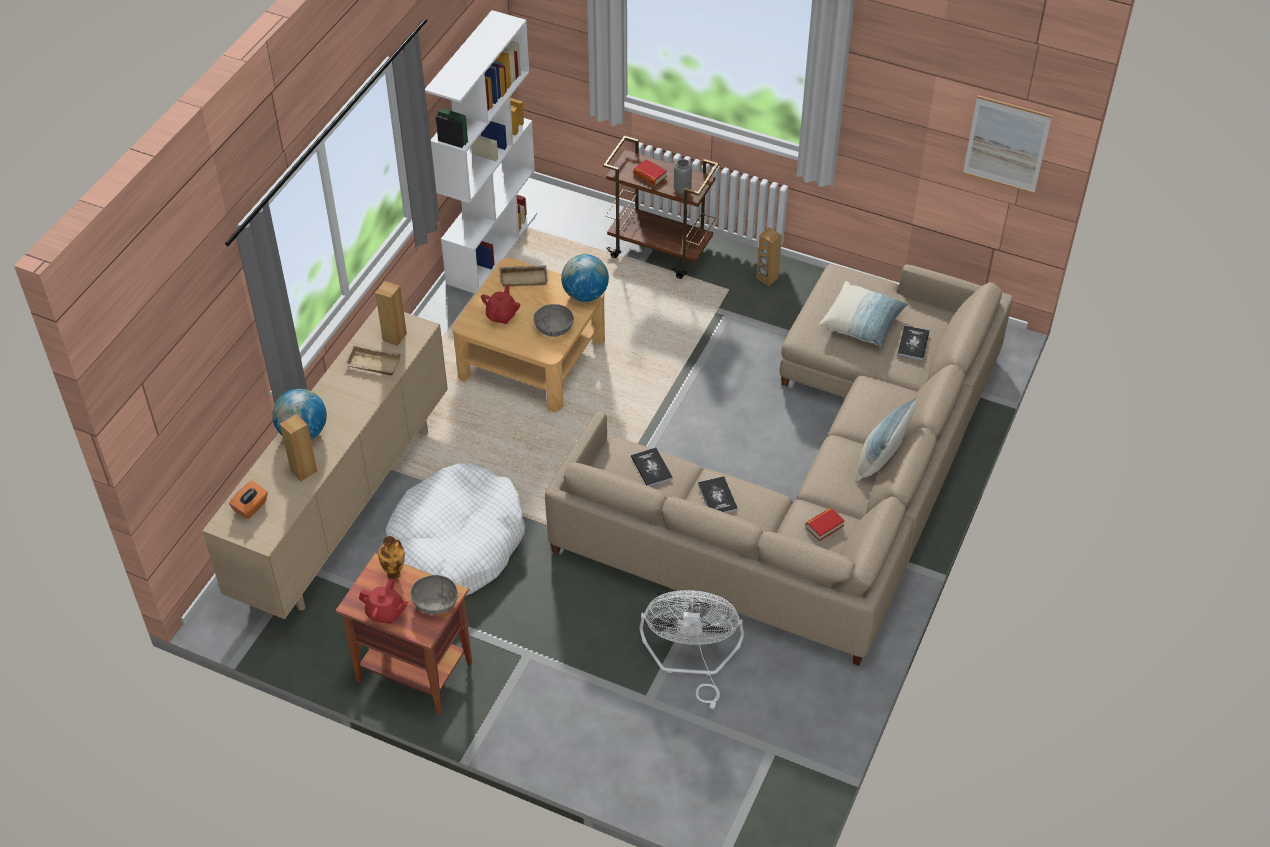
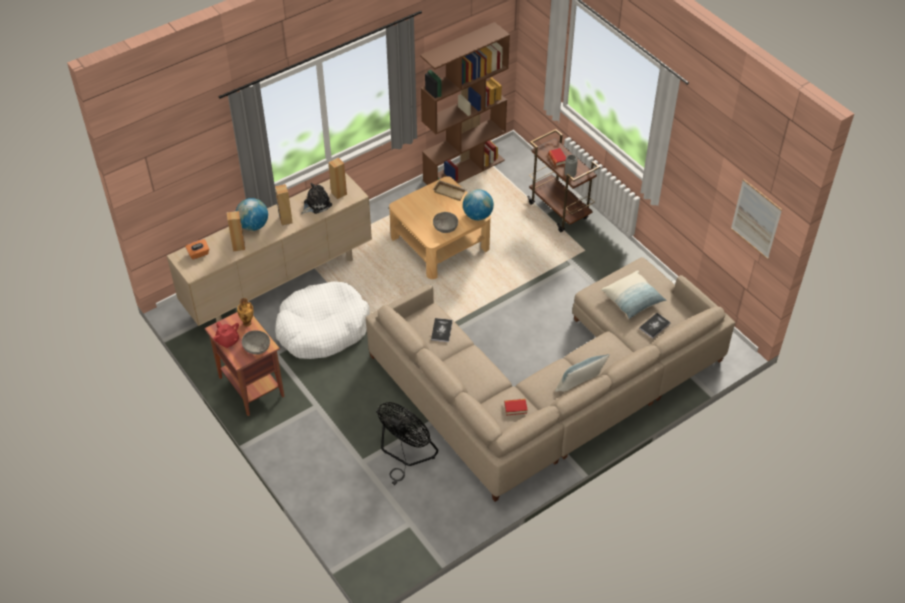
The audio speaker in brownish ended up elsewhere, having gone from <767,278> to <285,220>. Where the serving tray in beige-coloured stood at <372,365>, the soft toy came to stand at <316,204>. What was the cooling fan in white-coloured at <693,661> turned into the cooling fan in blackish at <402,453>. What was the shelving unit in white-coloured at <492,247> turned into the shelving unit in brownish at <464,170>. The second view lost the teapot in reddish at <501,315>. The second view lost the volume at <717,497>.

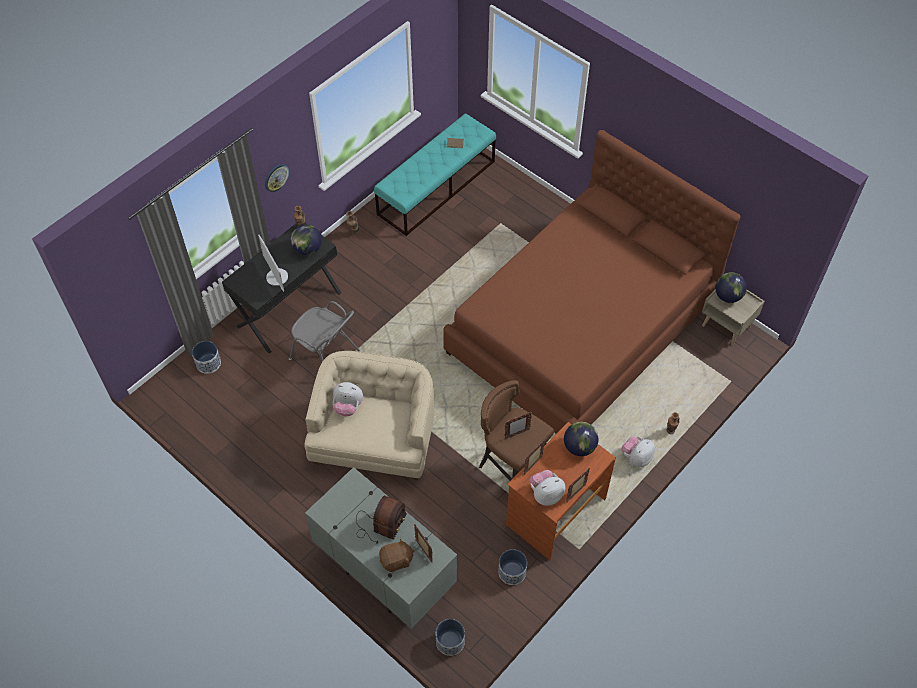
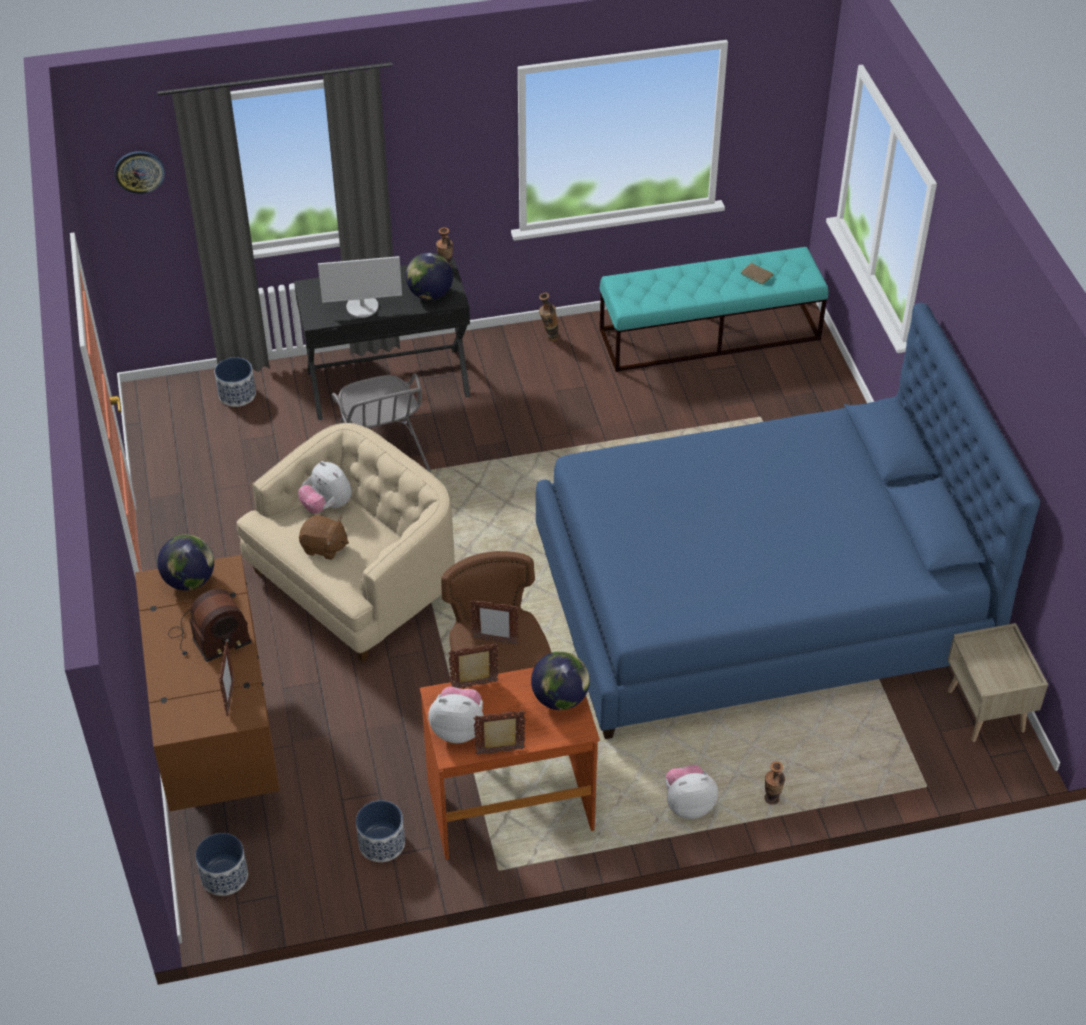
The clock on the wall ended up elsewhere, having gone from <276,177> to <139,171>. What was the chest of drawers in gray at <385,574> turned into the chest of drawers in brownish at <219,747>. The world globe ended up elsewhere, having gone from <728,296> to <190,580>. The soft toy in brownish ended up elsewhere, having gone from <396,560> to <324,547>. The computer screen at <276,277> ended up facing another way, 105 degrees counterclockwise from before. What was the sleeping bed in brownish at <581,327> turned into the sleeping bed in blue at <760,599>.

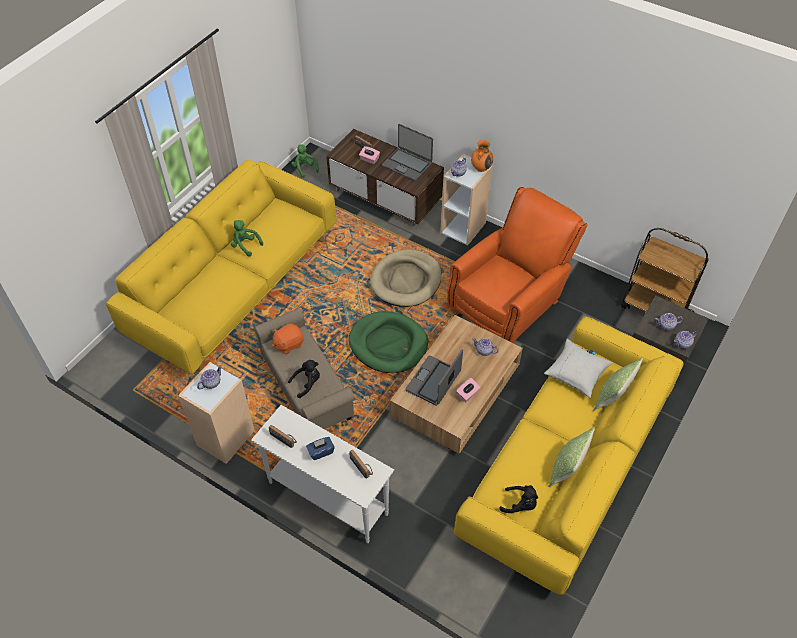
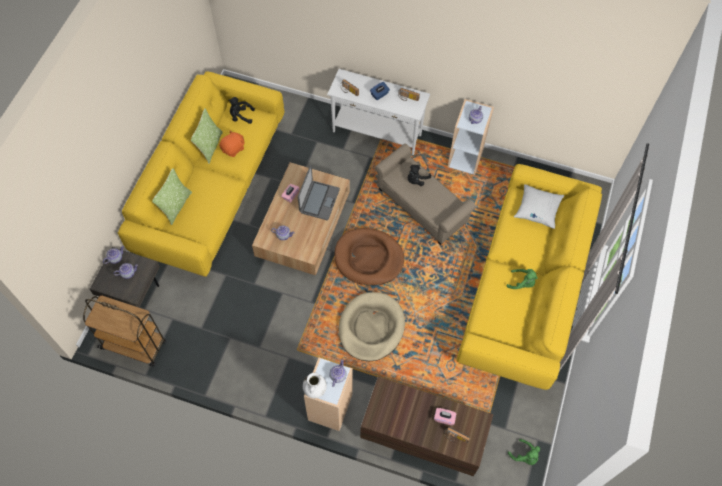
The soft toy in orange ended up elsewhere, having gone from <288,344> to <233,149>. What was the flower vase in orange at <481,167> turned into the flower vase in white-coloured at <315,390>. What was the pet bed in greenish at <388,344> turned into the pet bed in brownish at <369,258>. The cushion in gray ended up elsewhere, having gone from <576,373> to <537,210>. The second view lost the notebook computer at <407,164>. The second view lost the easy chair in orange at <509,301>.

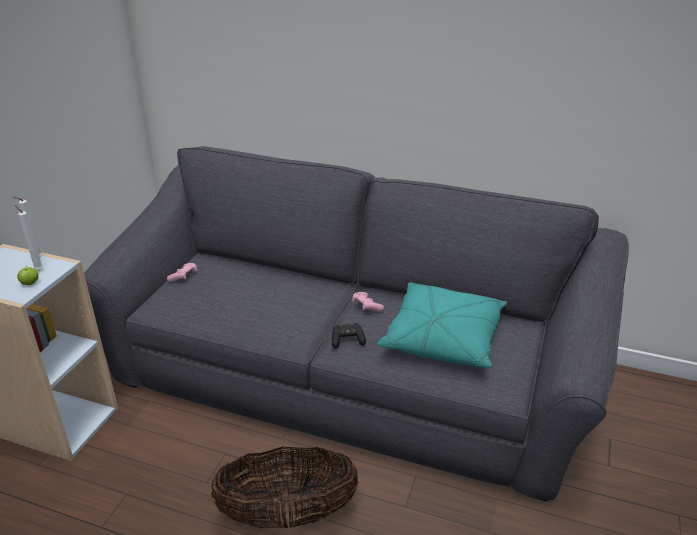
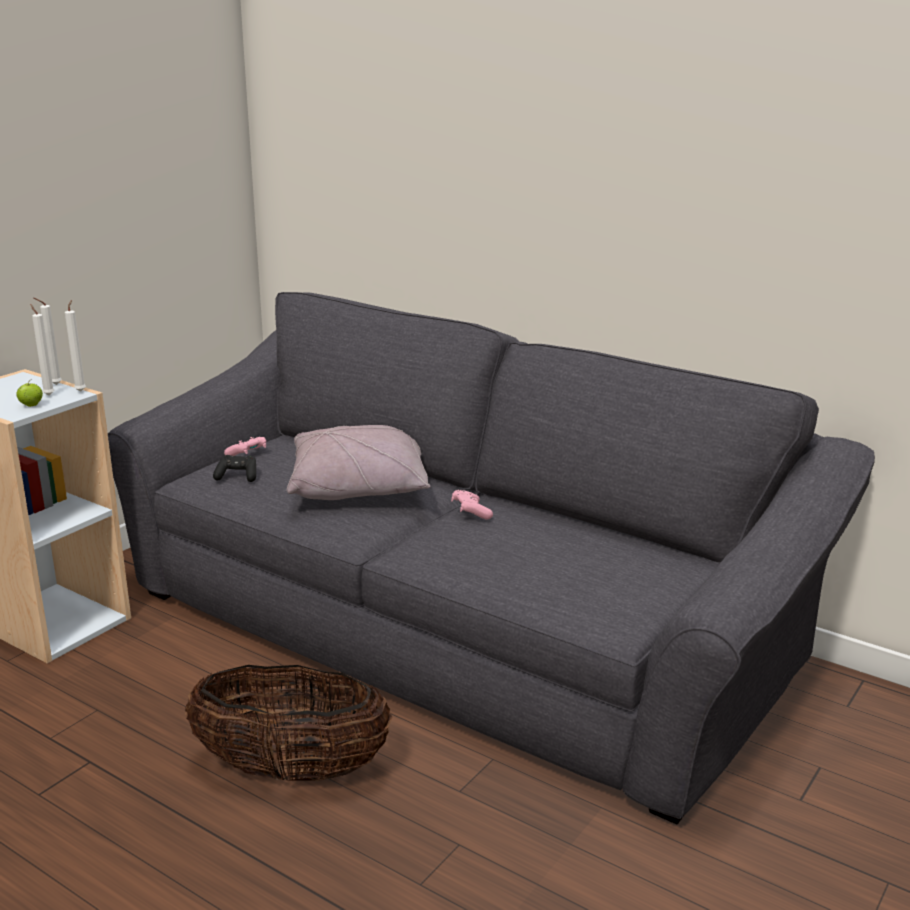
The second view gained the wax light in white-coloured at <81,391>. The joypad in blackish ended up elsewhere, having gone from <347,340> to <237,476>. The second view gained the cushion in purplish at <360,485>. The second view lost the cushion in turquoise at <443,338>.

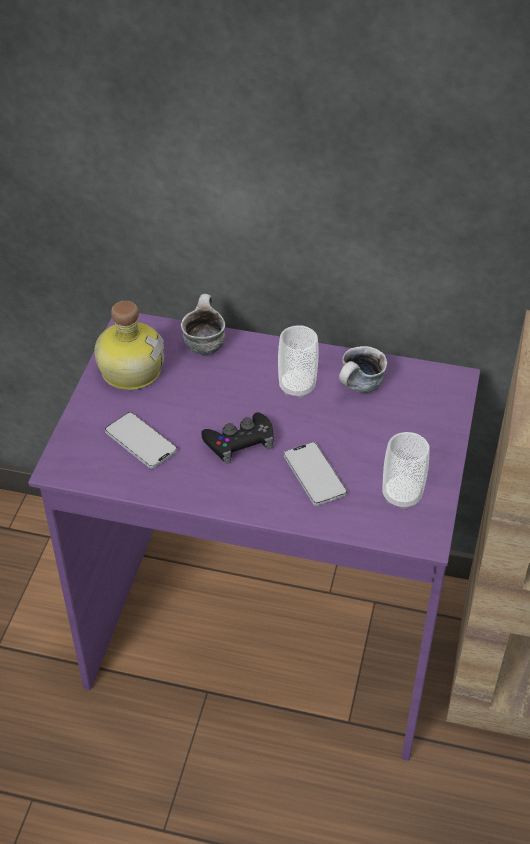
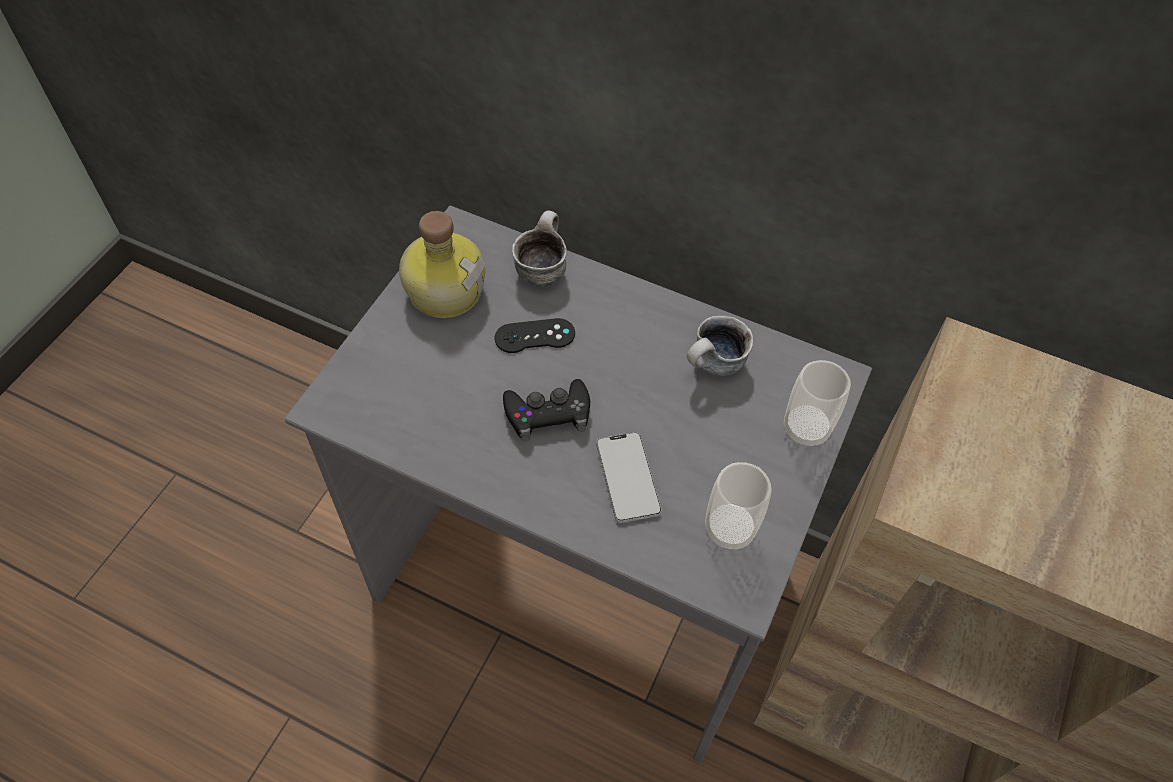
What was the desk unit in purplish at <265,638> turned into the desk unit in gray at <578,582>. The second view gained the joypad in blackish at <535,336>. The cup ended up elsewhere, having gone from <297,386> to <806,429>. The second view lost the phone at <140,441>.

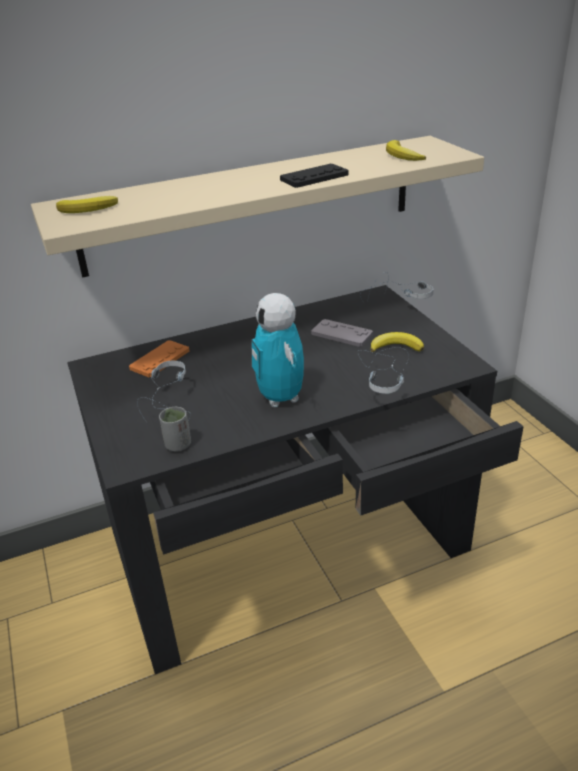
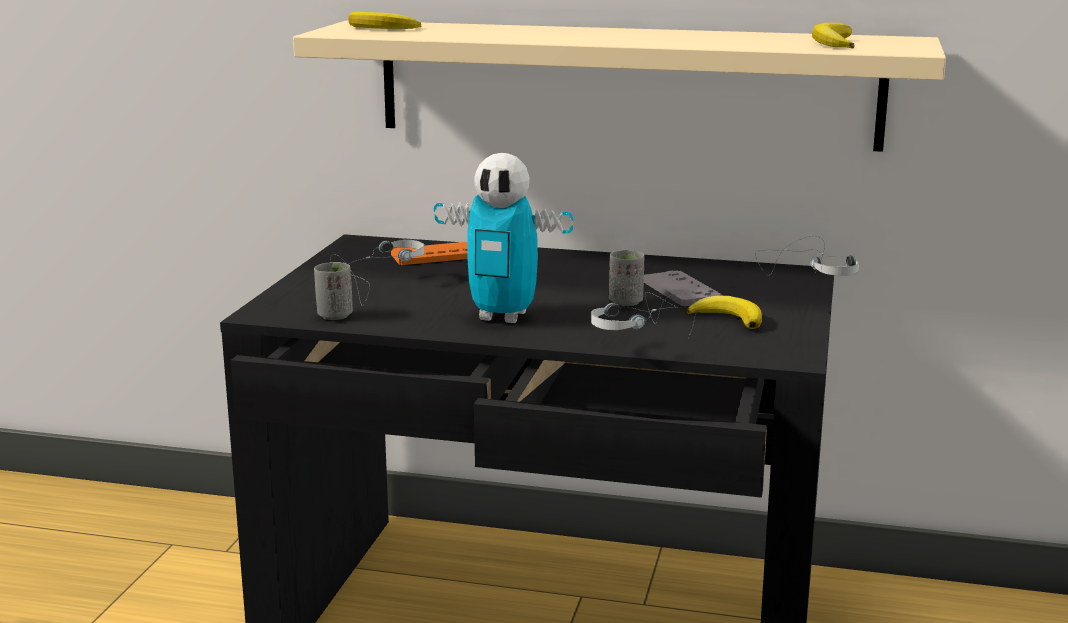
The toy robot at <281,398> ended up facing another way, 90 degrees counterclockwise from before. The second view gained the cup in gray at <625,302>. The second view lost the joypad in blackish at <314,177>.

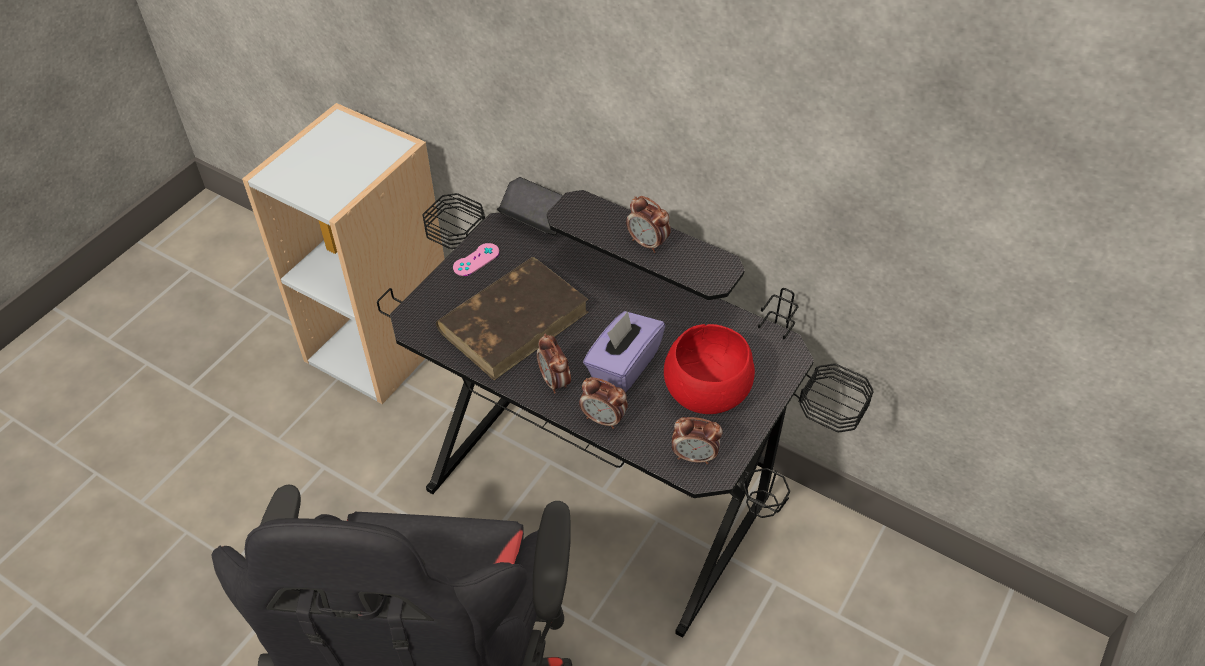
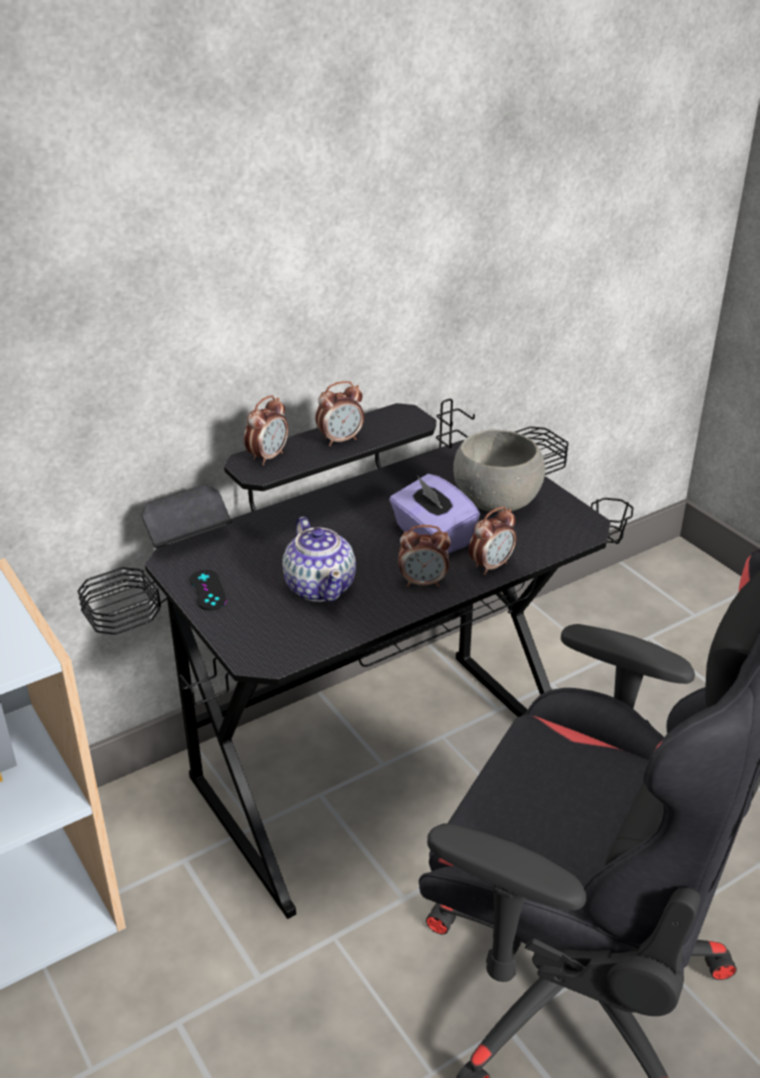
What was the joypad in pinkish at <476,260> turned into the joypad in blackish at <208,590>. The table clock ended up elsewhere, having gone from <694,456> to <268,457>. Where the volume in brownish stood at <514,320>, the teapot came to stand at <320,586>. What was the bowl in reddish at <705,392> turned into the bowl in gray at <496,503>.

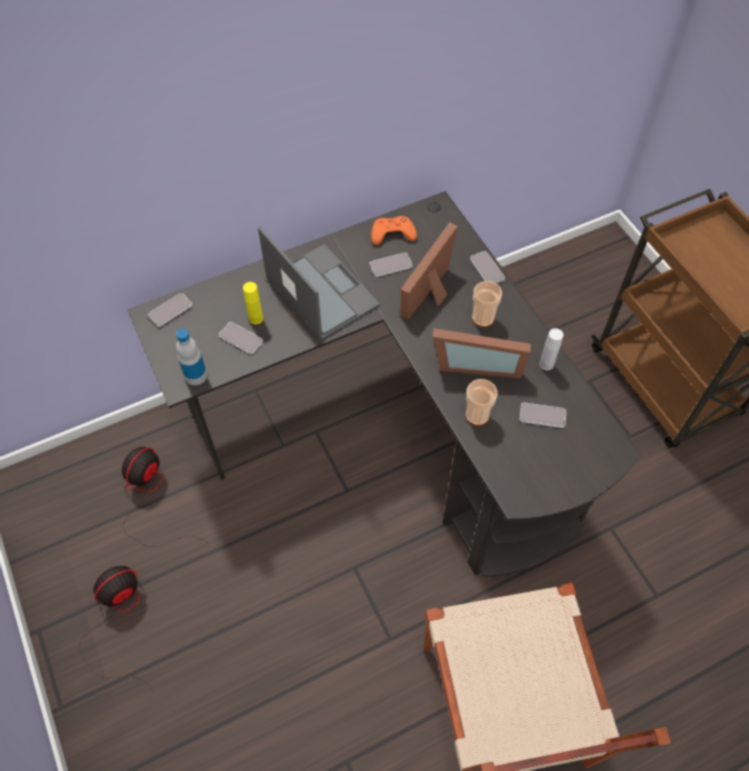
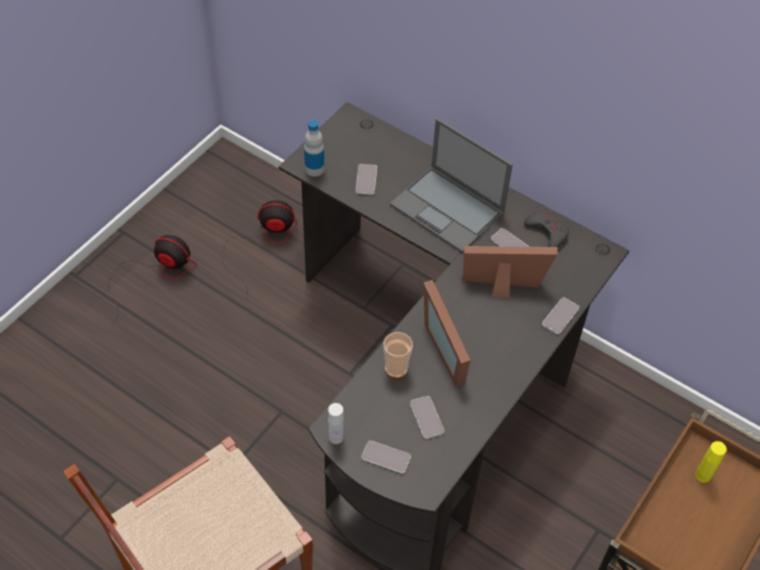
The beverage bottle in white-coloured ended up elsewhere, having gone from <546,364> to <336,437>. The phone ended up elsewhere, having gone from <170,310> to <386,457>. The notebook computer at <320,291> ended up facing another way, 105 degrees clockwise from before. What was the joypad in orange at <392,233> turned into the joypad in gray at <547,232>. The beverage bottle in yellowish ended up elsewhere, having gone from <256,318> to <703,475>. The second view lost the cup at <483,318>.

